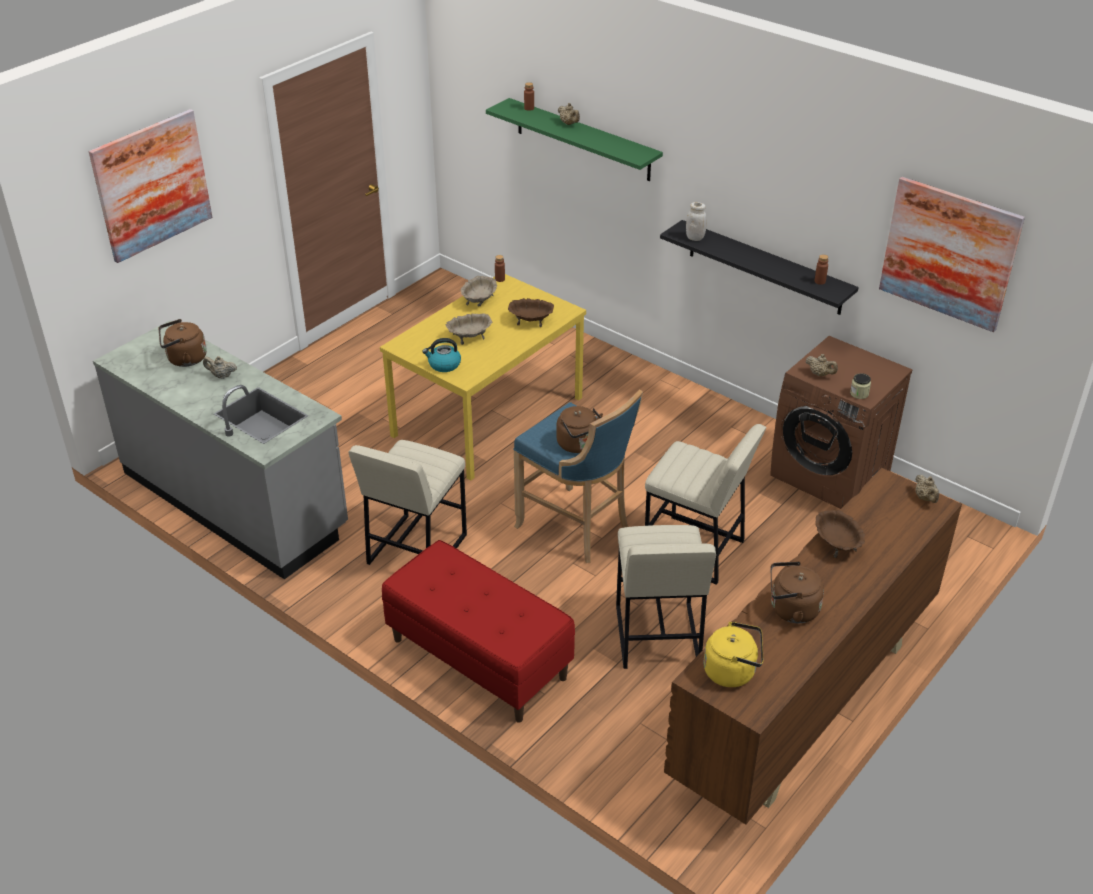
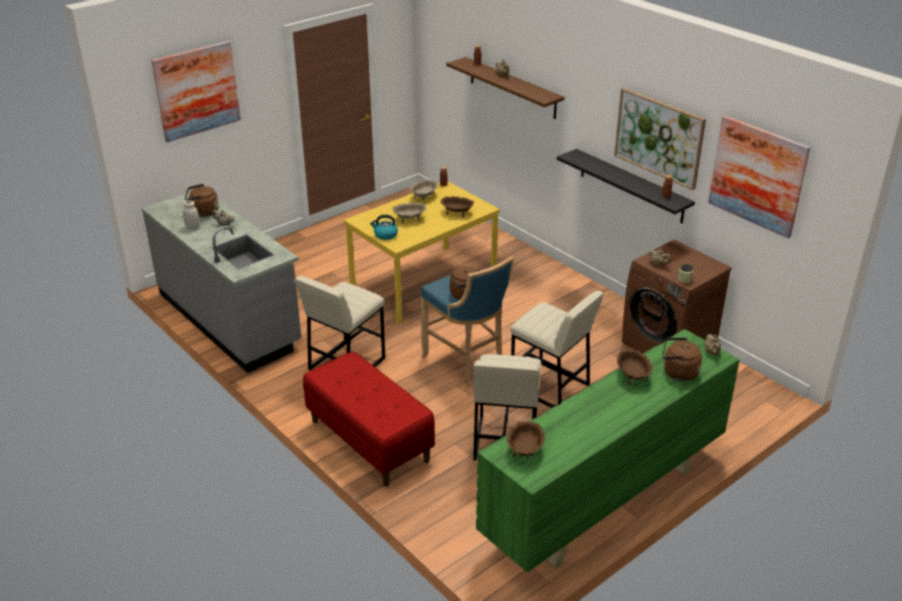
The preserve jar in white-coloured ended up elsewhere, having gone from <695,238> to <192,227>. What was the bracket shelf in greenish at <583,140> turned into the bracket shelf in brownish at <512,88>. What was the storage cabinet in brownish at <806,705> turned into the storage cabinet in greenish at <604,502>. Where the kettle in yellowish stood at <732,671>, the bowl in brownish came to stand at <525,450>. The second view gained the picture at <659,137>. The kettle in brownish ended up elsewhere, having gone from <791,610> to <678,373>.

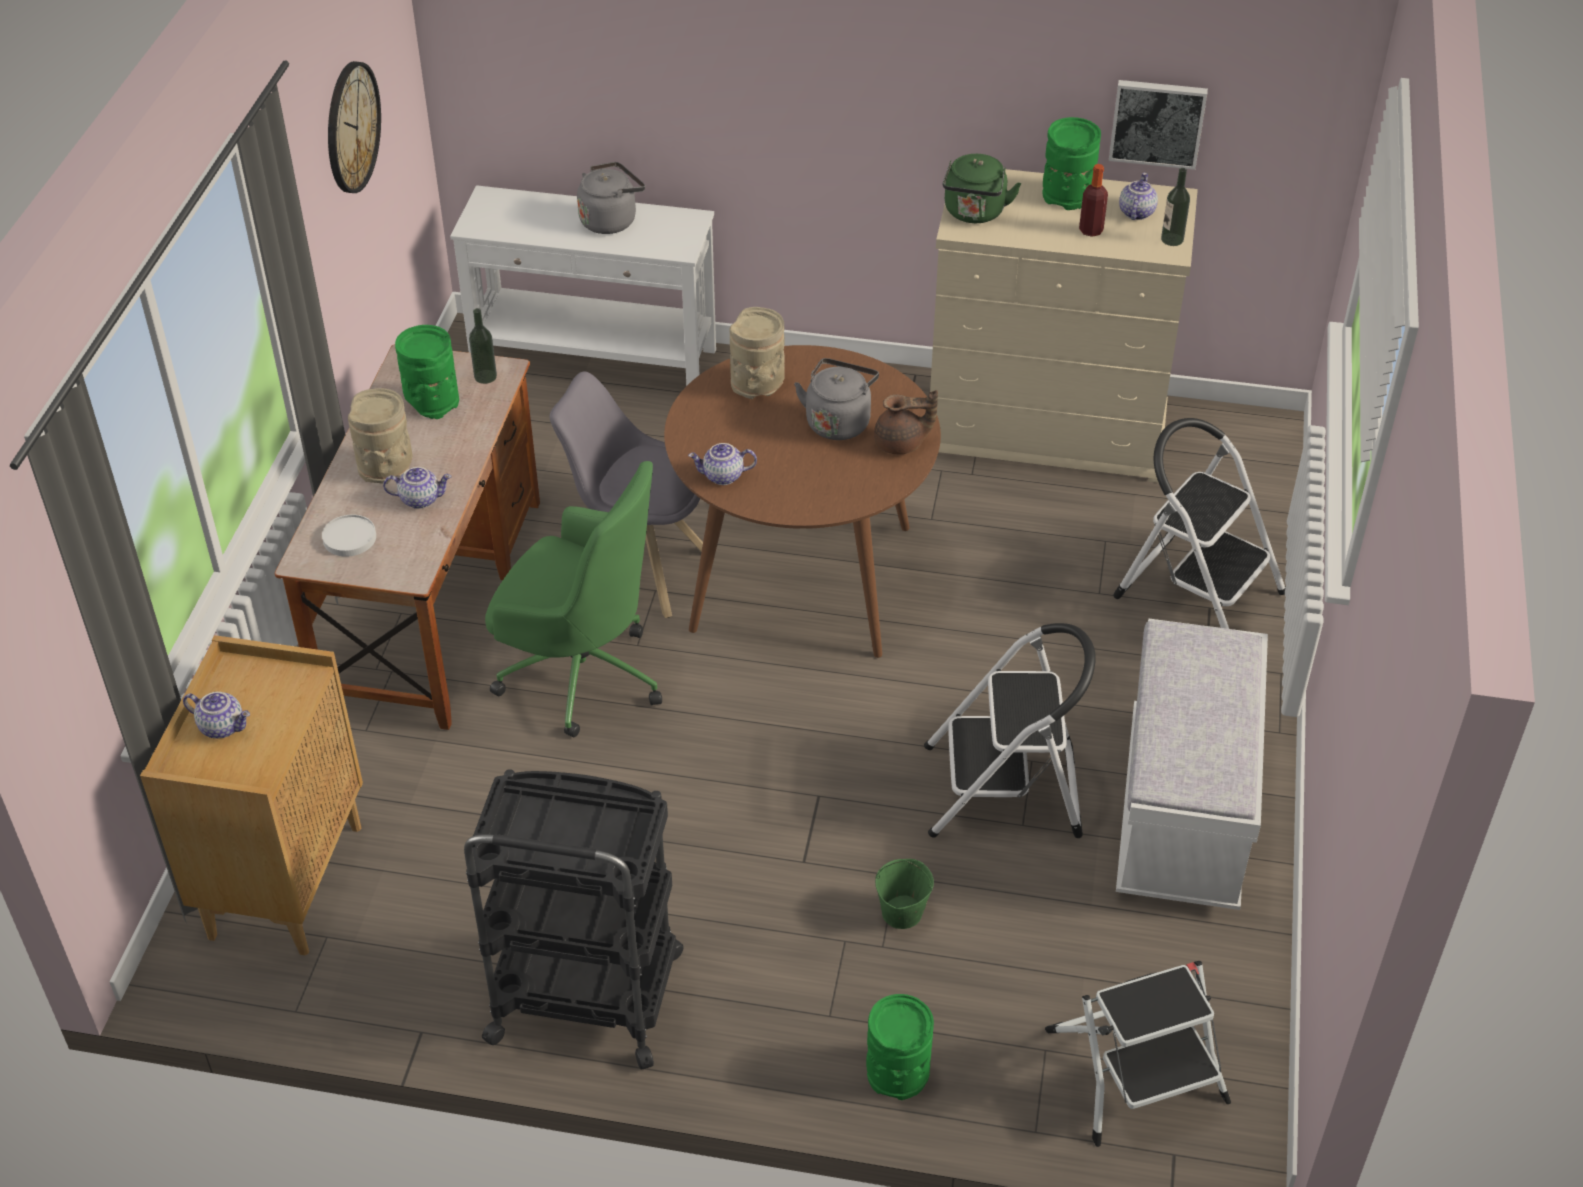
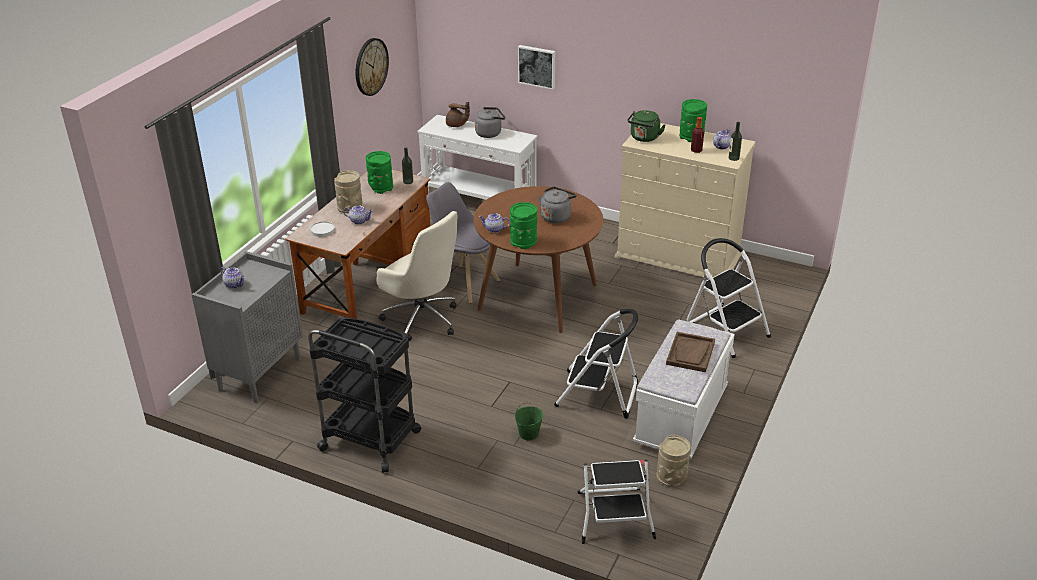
What was the storage cabinet in brownish at <286,880> turned into the storage cabinet in gray at <260,374>. What was the desk chair in greenish at <583,676> turned into the desk chair in beige-coloured at <422,319>. The teapot in brownish ended up elsewhere, having gone from <901,444> to <456,125>. The flower vase in greenish ended up elsewhere, having gone from <898,1072> to <524,241>. The picture ended up elsewhere, having gone from <1157,122> to <537,66>. The flower vase in beige-coloured ended up elsewhere, having gone from <758,385> to <671,477>. The second view gained the serving tray in brownish at <690,353>.

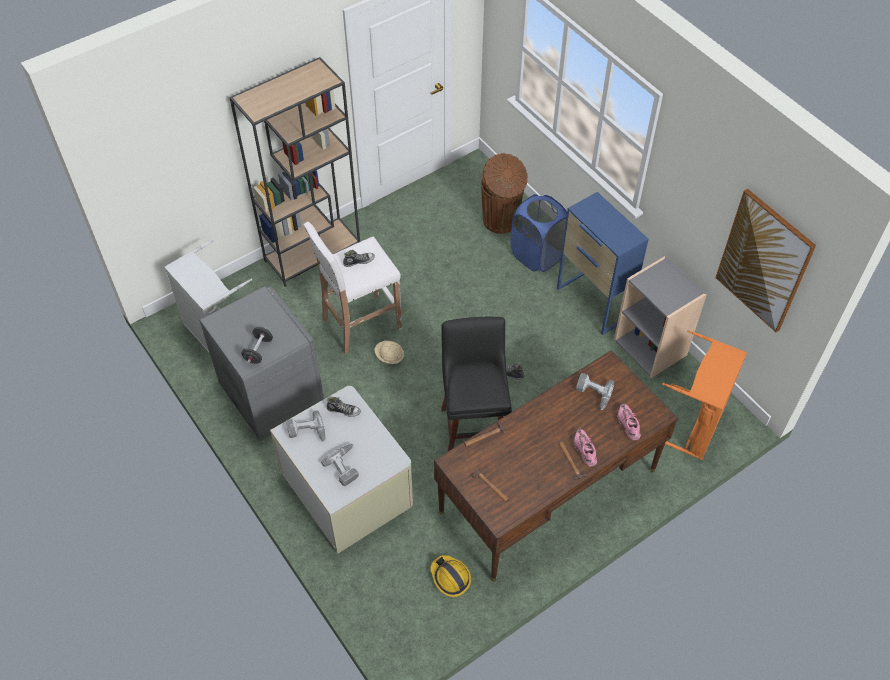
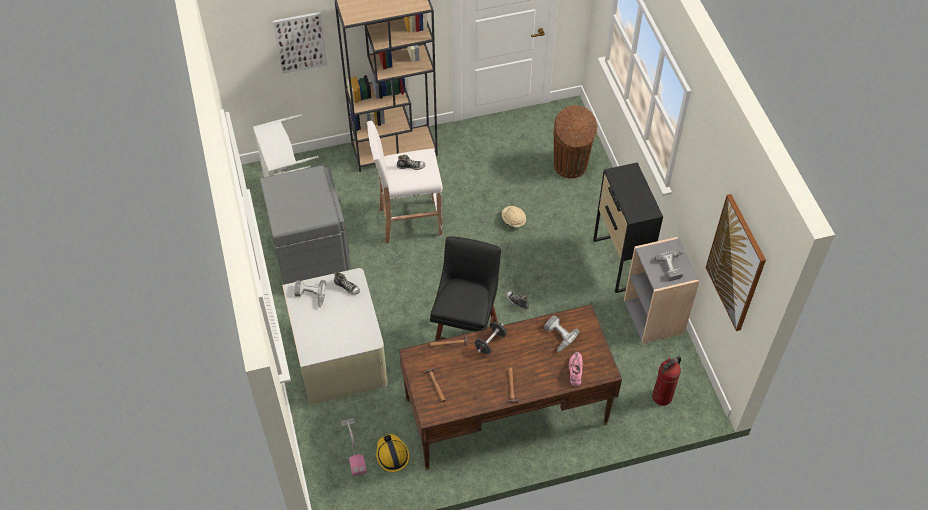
The second view gained the picture at <300,42>. The second view gained the vacuum at <353,447>. The free weight in blackish ended up elsewhere, having gone from <258,351> to <490,343>. The hard hat in beige-coloured ended up elsewhere, having gone from <389,357> to <513,221>. What was the storage cabinet in blue at <592,304> turned into the storage cabinet in blackish at <619,263>. Where the washing basket in orange stood at <695,425>, the fire-fighting cylinder came to stand at <662,397>. The electric drill ended up elsewhere, having gone from <346,466> to <674,266>. The second view lost the washing basket in blue at <537,255>. The second view lost the low shoe in pinkish at <584,450>.

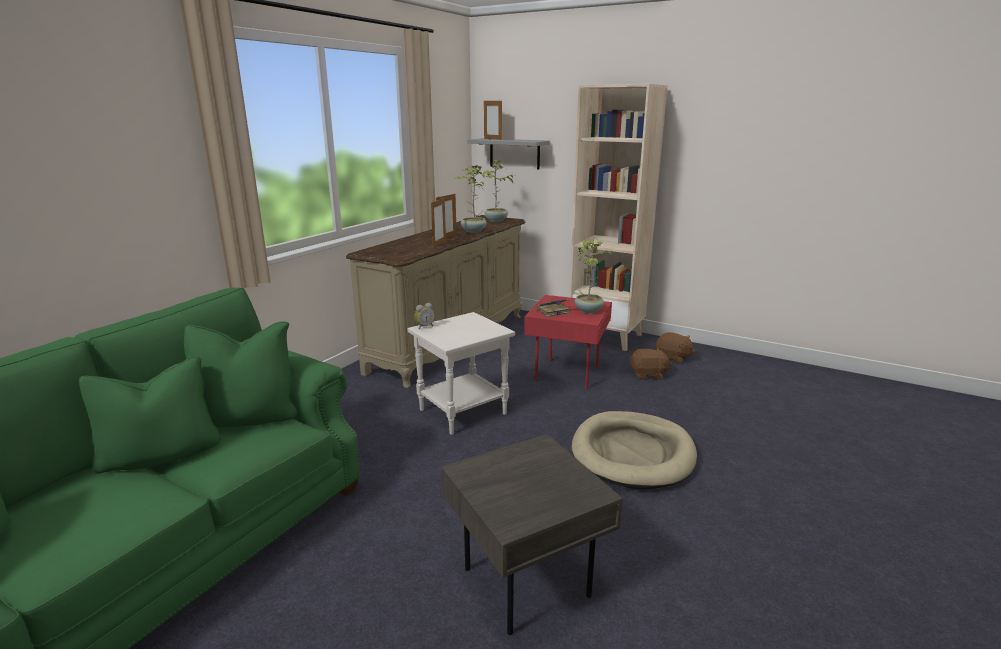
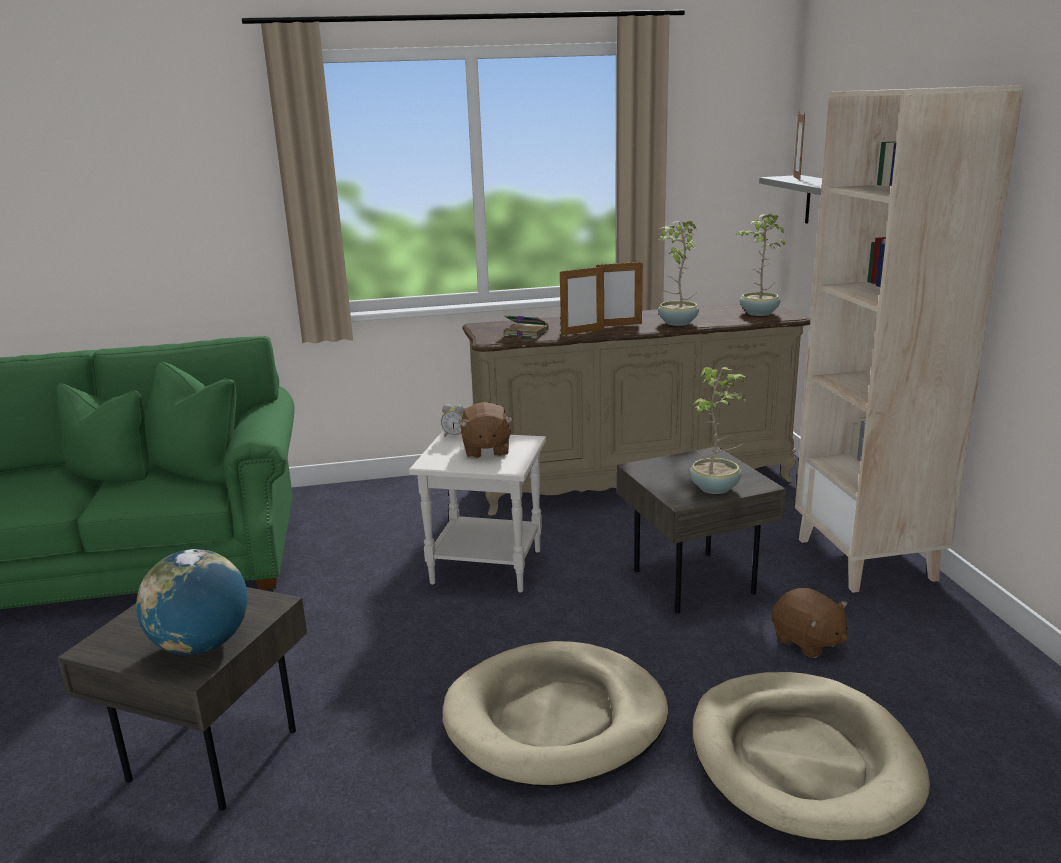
The second view gained the world globe at <201,645>. The soft toy in brownish ended up elsewhere, having gone from <672,358> to <486,450>. The volume ended up elsewhere, having gone from <552,311> to <525,333>. What was the accent table in reddish at <566,372> turned into the accent table in gray at <694,580>. The second view gained the pet bed in beige-coloured at <802,760>.

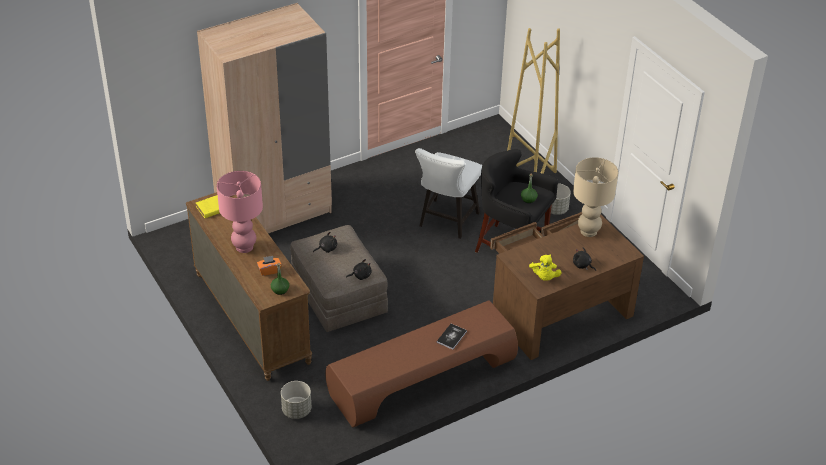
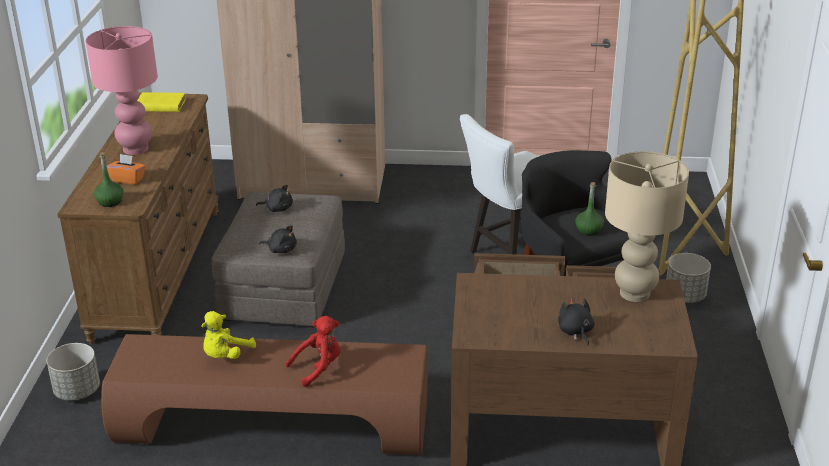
The soft toy in yellowish ended up elsewhere, having gone from <544,277> to <225,355>. Where the volume stood at <451,337>, the soft toy in reddish came to stand at <318,368>.

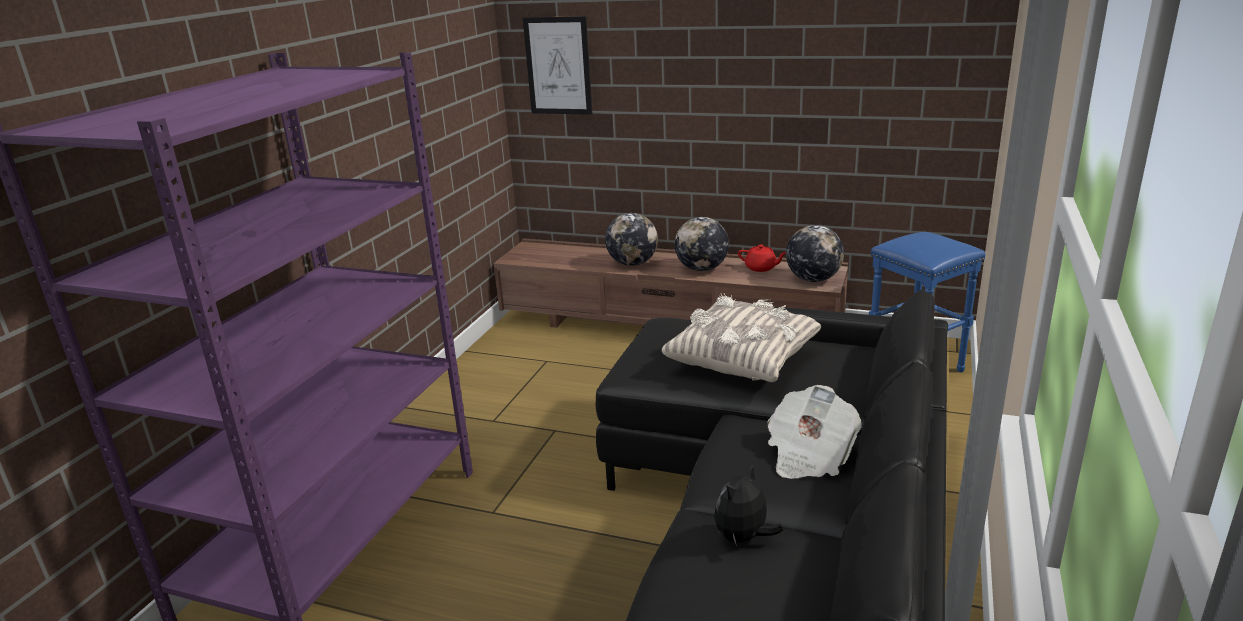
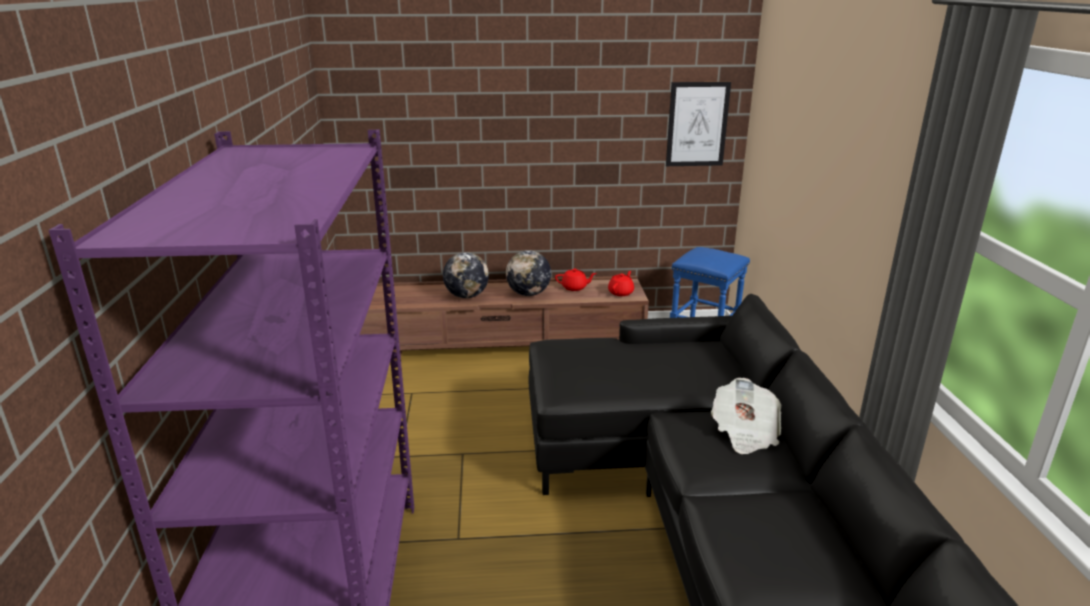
Where the world globe stood at <813,279>, the teapot in reddish came to stand at <621,292>. The picture ended up elsewhere, having gone from <558,66> to <697,124>. The second view lost the cushion in beige-coloured at <742,361>. The second view lost the soft toy at <743,538>.

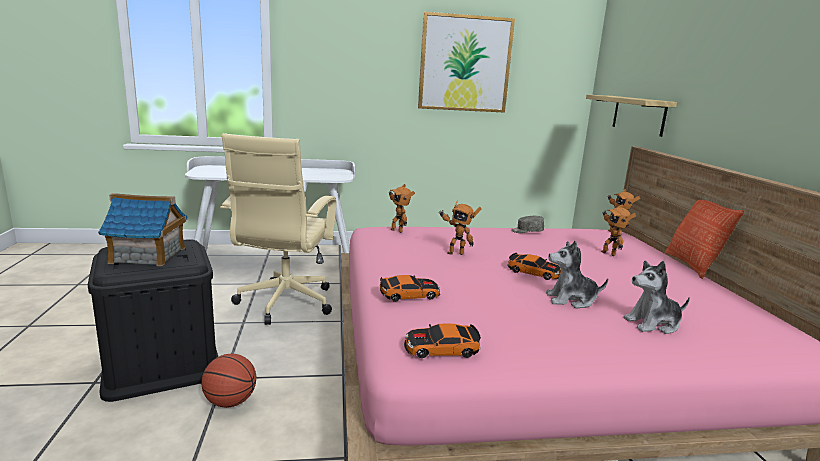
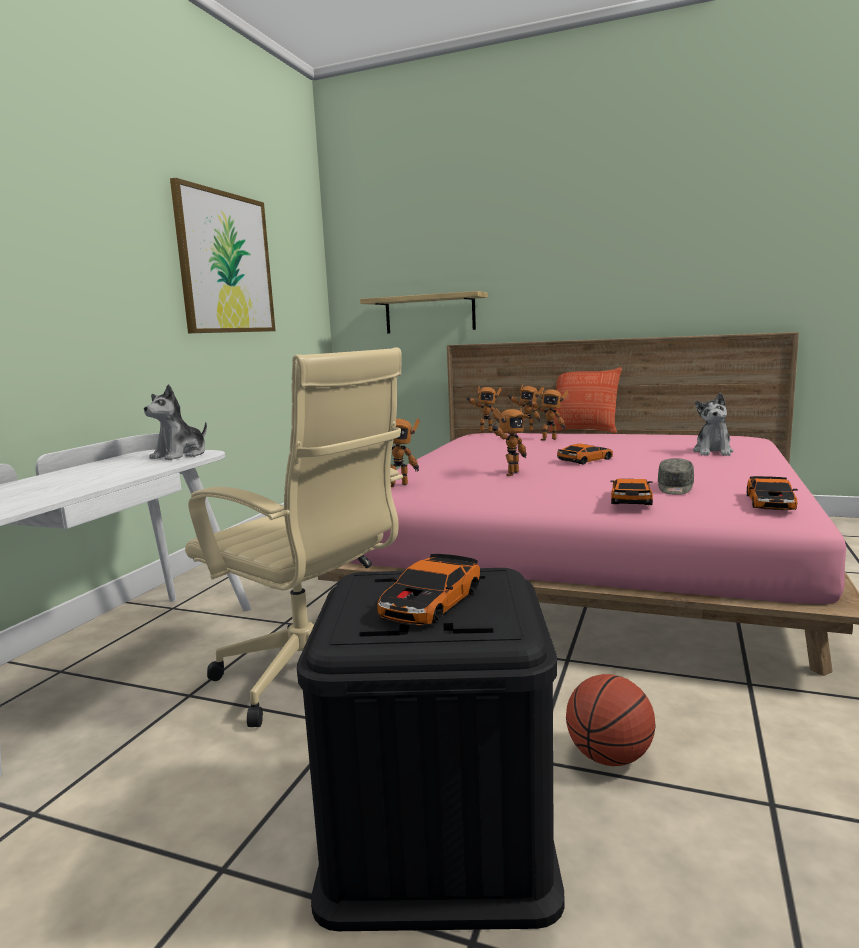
The soft toy ended up elsewhere, having gone from <571,300> to <181,455>. Where the toy house stood at <148,255>, the model car came to stand at <431,602>. The second view gained the toy robot at <525,431>. The baseball cap in gray ended up elsewhere, having gone from <527,231> to <675,488>.

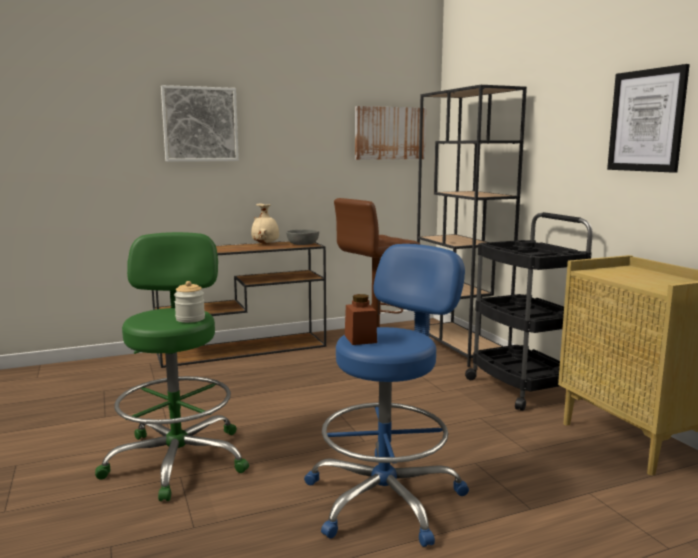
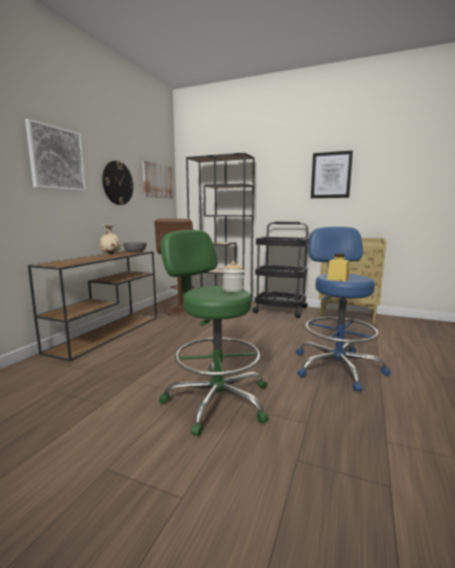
The second view gained the clock on the wall at <117,183>. What was the preserve jar in brownish at <360,339> turned into the preserve jar in yellowish at <337,279>.

